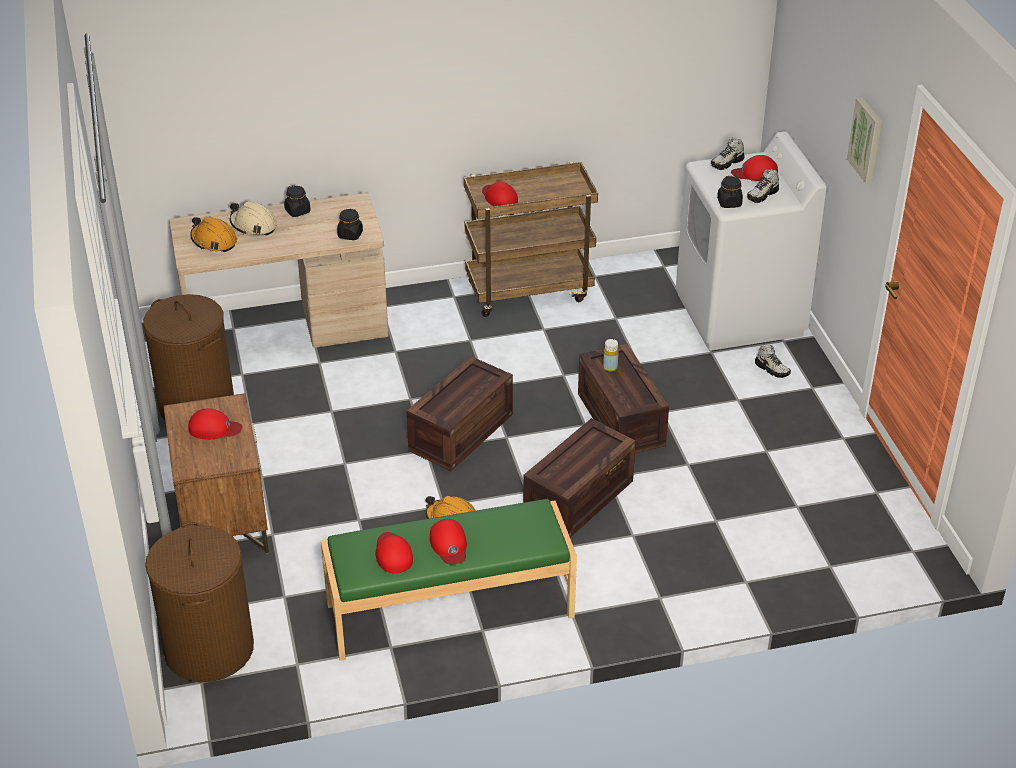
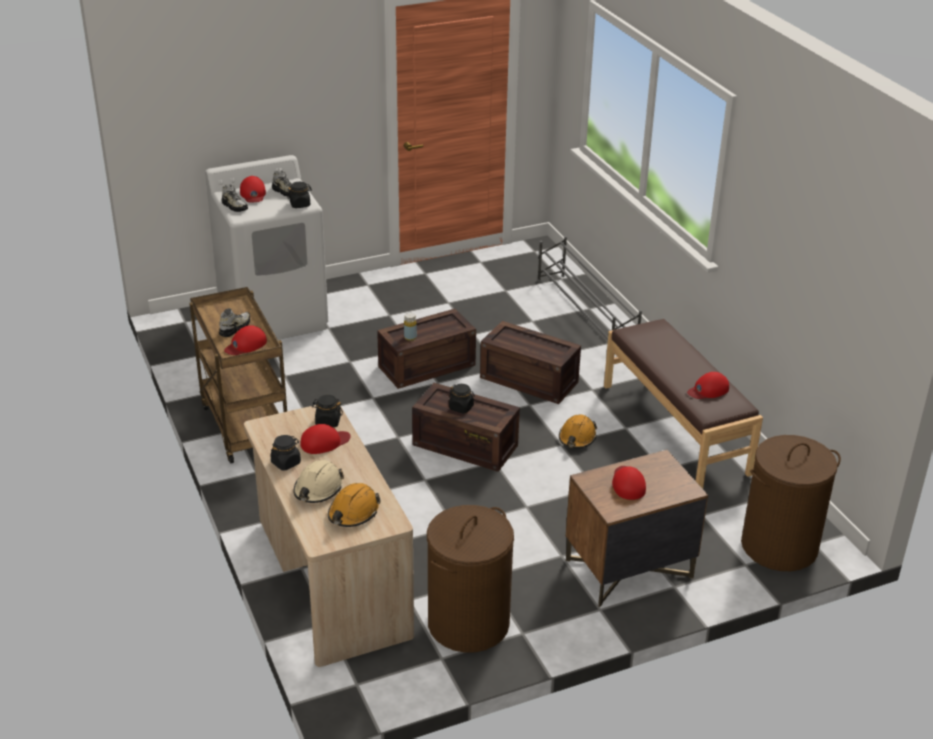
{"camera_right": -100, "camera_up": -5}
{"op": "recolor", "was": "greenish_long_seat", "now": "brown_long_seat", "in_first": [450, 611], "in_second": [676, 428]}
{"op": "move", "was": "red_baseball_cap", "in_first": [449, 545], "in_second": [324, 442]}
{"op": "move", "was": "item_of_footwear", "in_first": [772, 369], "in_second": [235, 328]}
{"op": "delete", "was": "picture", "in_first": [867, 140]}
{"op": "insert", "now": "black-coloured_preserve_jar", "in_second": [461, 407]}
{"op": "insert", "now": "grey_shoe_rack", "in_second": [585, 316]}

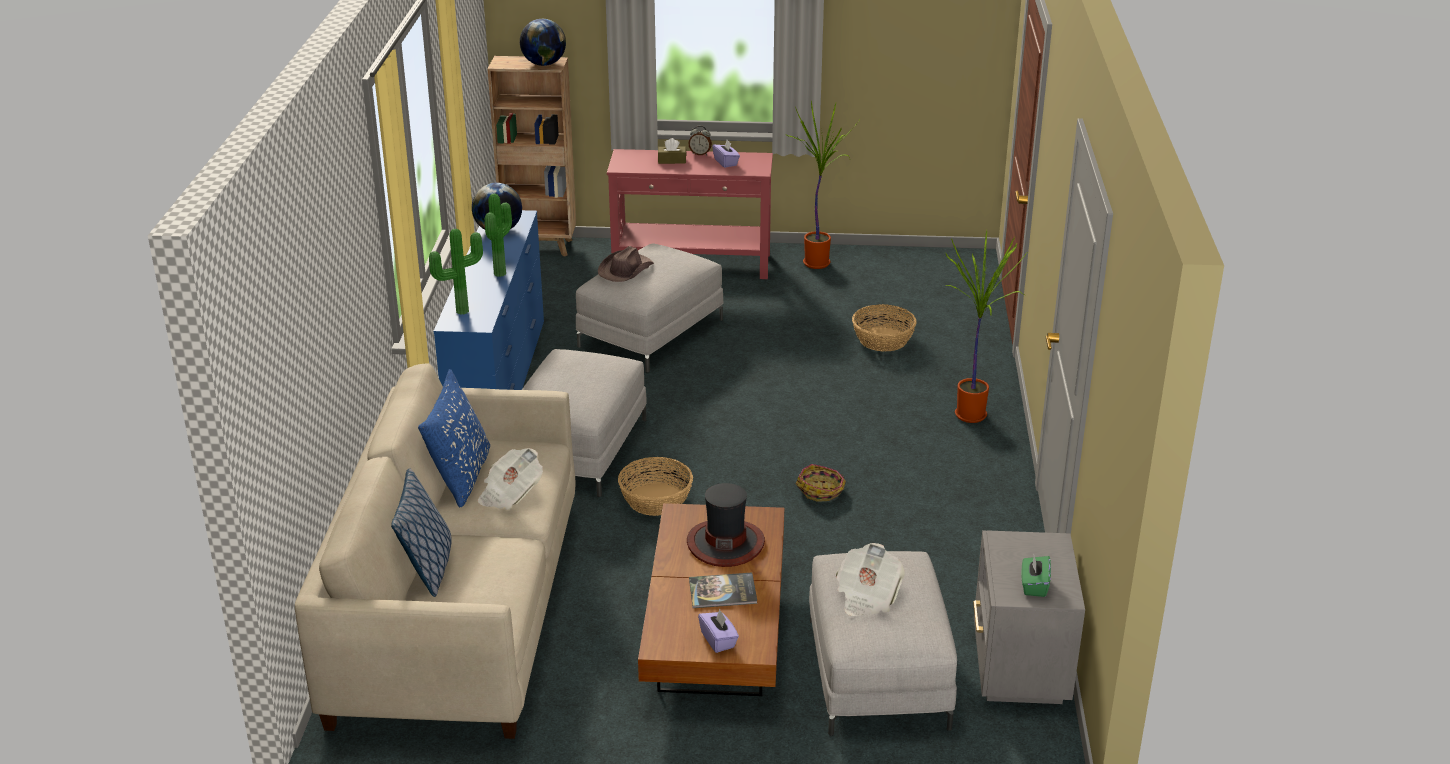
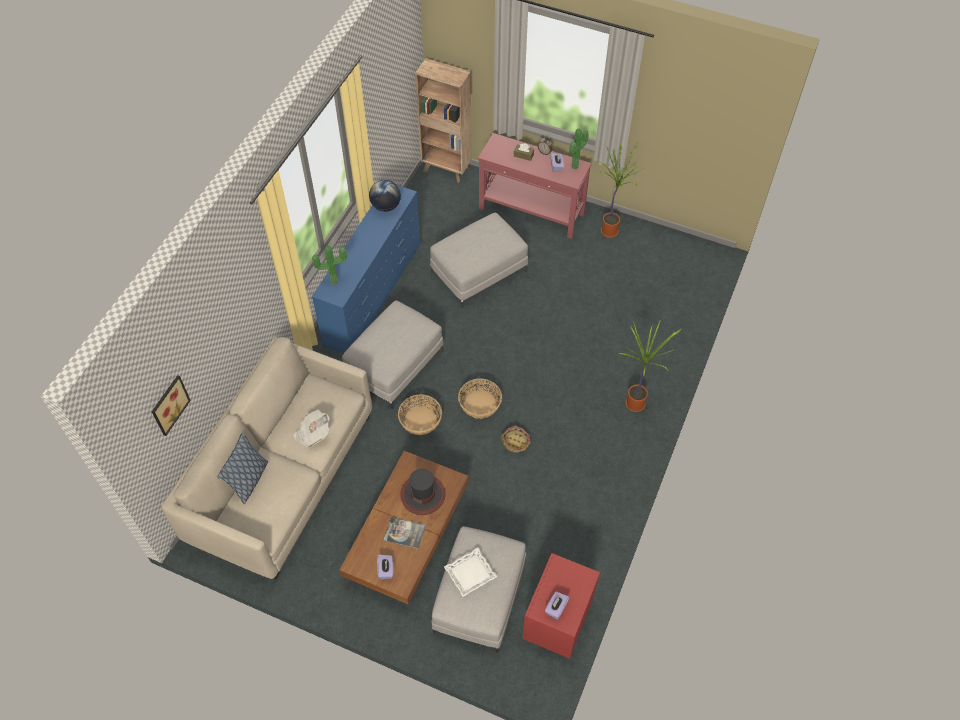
{"camera_right": 20, "camera_up": 25}
{"op": "delete", "was": "blue_throw_pillow", "in_first": [460, 476]}
{"op": "move", "was": "plant_in_a_pot", "in_first": [502, 274], "in_second": [576, 167]}
{"op": "delete", "was": "world_globe", "in_first": [543, 64]}
{"op": "delete", "was": "brown_wearable_hat", "in_first": [625, 270]}
{"op": "replace", "was": "newspaper", "now": "white_tray", "in_first": [867, 596], "in_second": [470, 574]}
{"op": "move", "was": "storage_basket", "in_first": [883, 340], "in_second": [479, 405]}
{"op": "recolor", "was": "grey_bedside_table", "now": "red_bedside_table", "in_first": [1018, 669], "in_second": [556, 620]}
{"op": "recolor", "was": "greenish_tissue_box", "now": "purple_tissue_box", "in_first": [1034, 586], "in_second": [556, 608]}
{"op": "insert", "now": "picture", "in_second": [168, 404]}

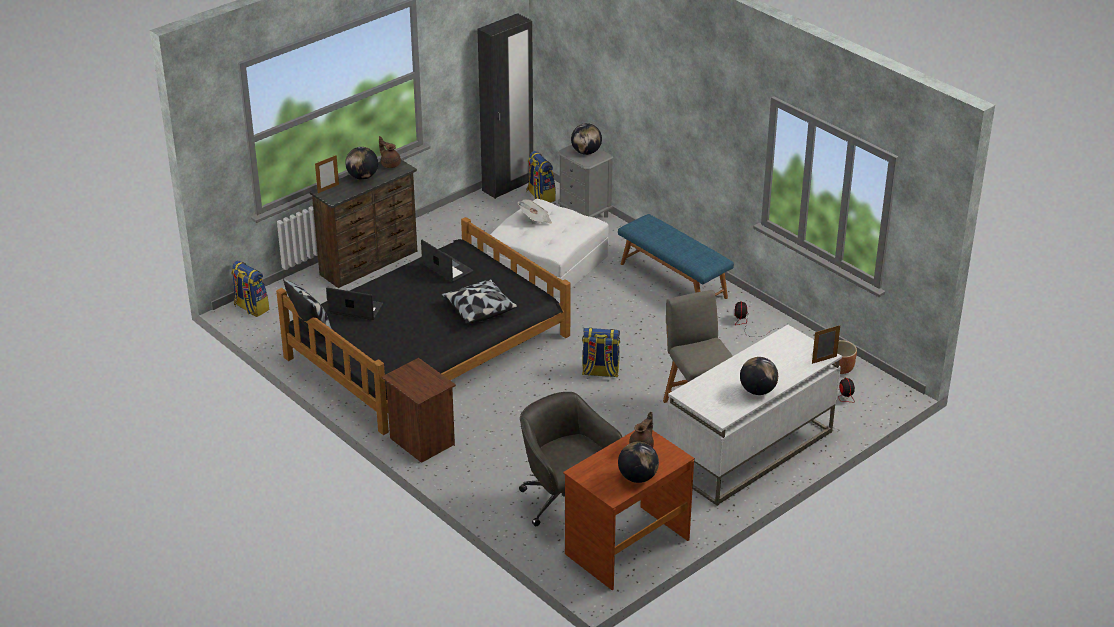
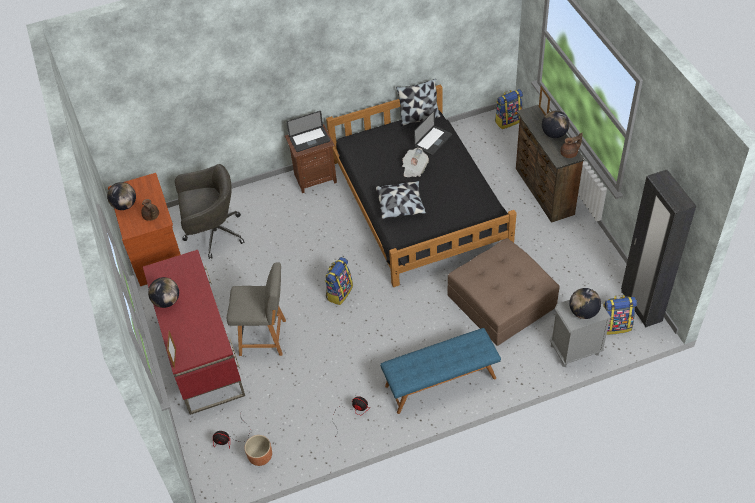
{"camera_right": 115, "camera_up": 15}
{"op": "move", "was": "notebook_computer", "in_first": [447, 268], "in_second": [309, 140]}
{"op": "recolor", "was": "white_footrest", "now": "brown_footrest", "in_first": [548, 263], "in_second": [501, 301]}
{"op": "move", "was": "newspaper", "in_first": [535, 219], "in_second": [414, 168]}
{"op": "recolor", "was": "white_desk_table", "now": "red_desk_table", "in_first": [749, 451], "in_second": [201, 352]}

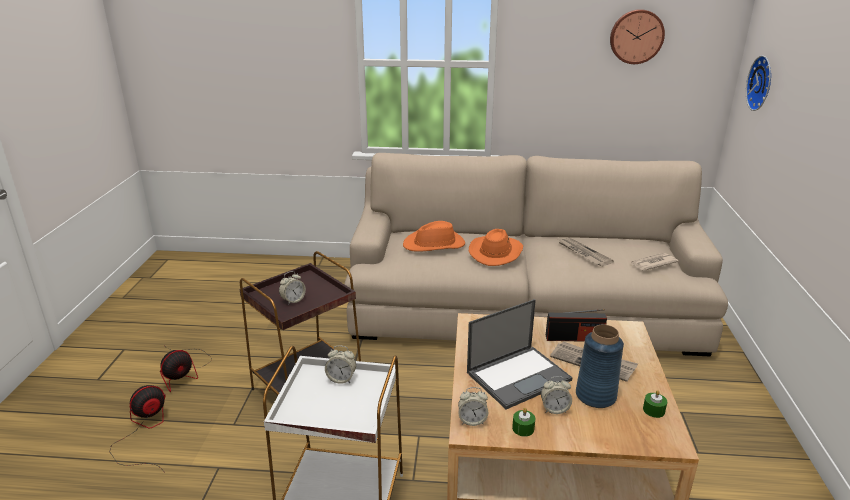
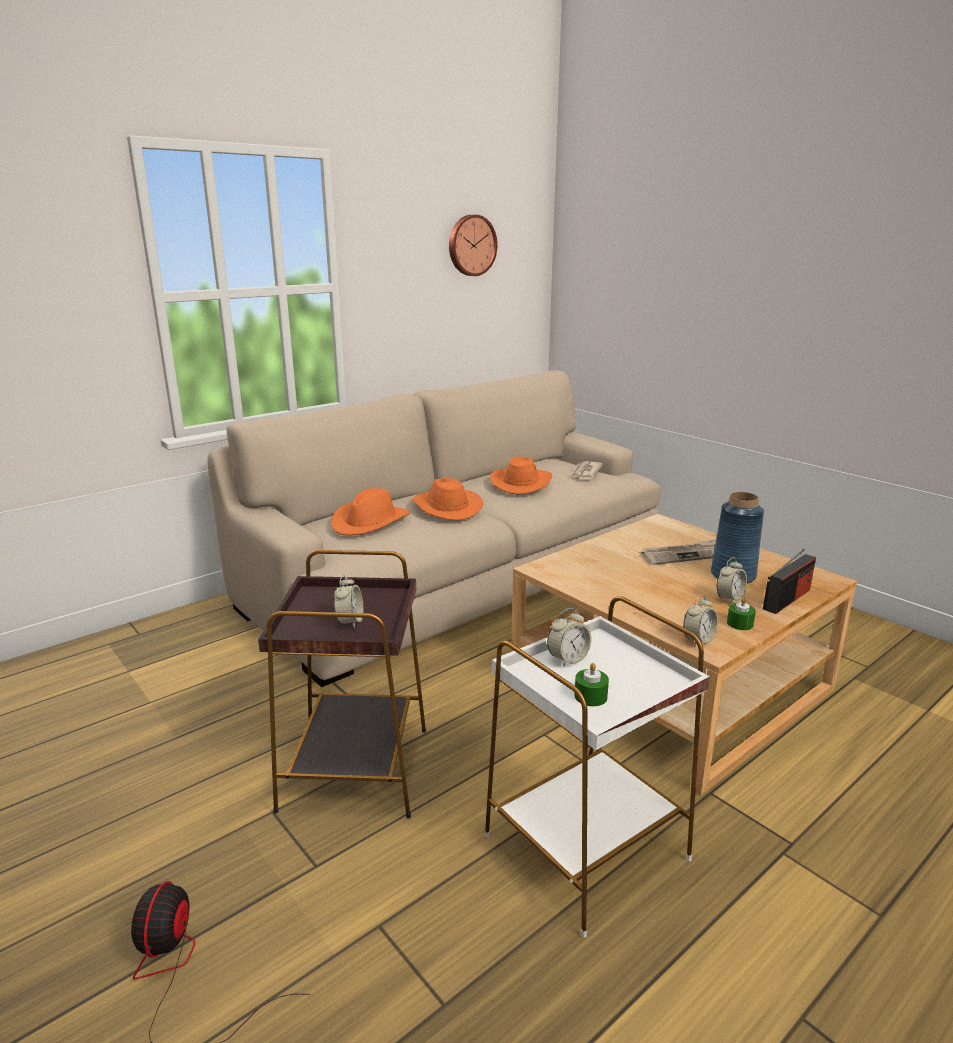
{"camera_right": -45, "camera_up": -5}
{"op": "delete", "was": "cooling_fan", "in_first": [184, 372]}
{"op": "delete", "was": "notebook_computer", "in_first": [519, 376]}
{"op": "move", "was": "radio_receiver", "in_first": [574, 338], "in_second": [787, 599]}
{"op": "replace", "was": "newspaper", "now": "orange-coloured_wearable_hat", "in_first": [583, 253], "in_second": [521, 483]}
{"op": "move", "was": "greenish_wax_light", "in_first": [653, 410], "in_second": [590, 696]}
{"op": "delete", "was": "wall_clock", "in_first": [762, 83]}

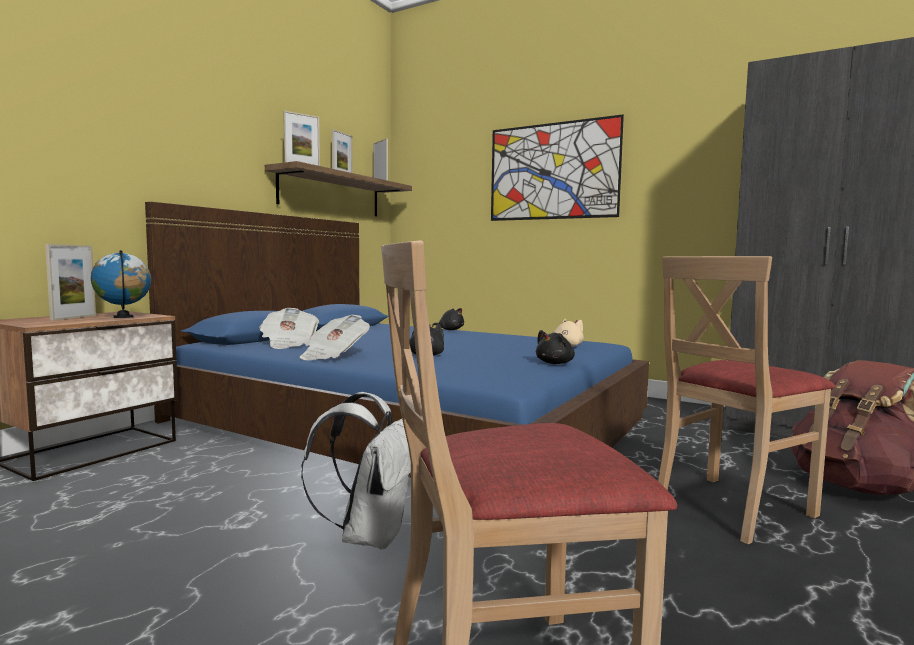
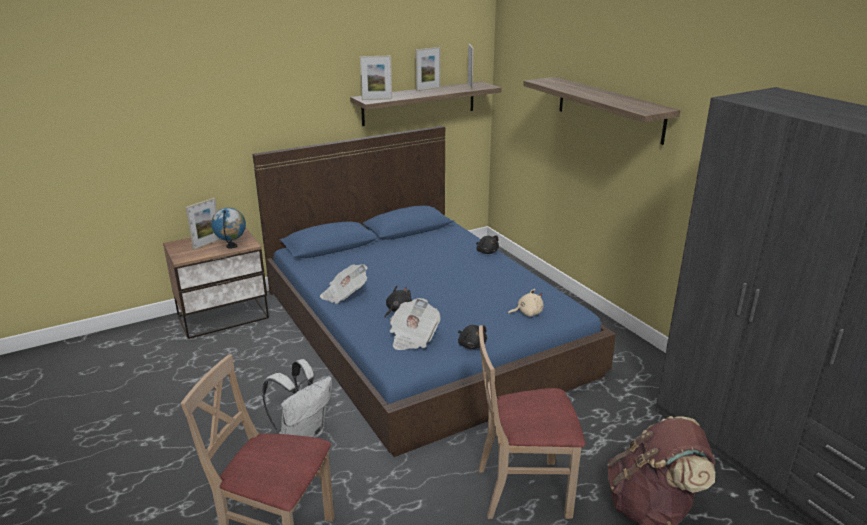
{"camera_right": 30, "camera_up": 20}
{"op": "move", "was": "newspaper", "in_first": [288, 344], "in_second": [413, 337]}
{"op": "replace", "was": "picture", "now": "wall_shelf", "in_first": [552, 171], "in_second": [609, 109]}
{"op": "rotate", "was": "black-coloured_soft_toy", "in_first": [556, 363], "in_second": [471, 345], "clockwise": -105}

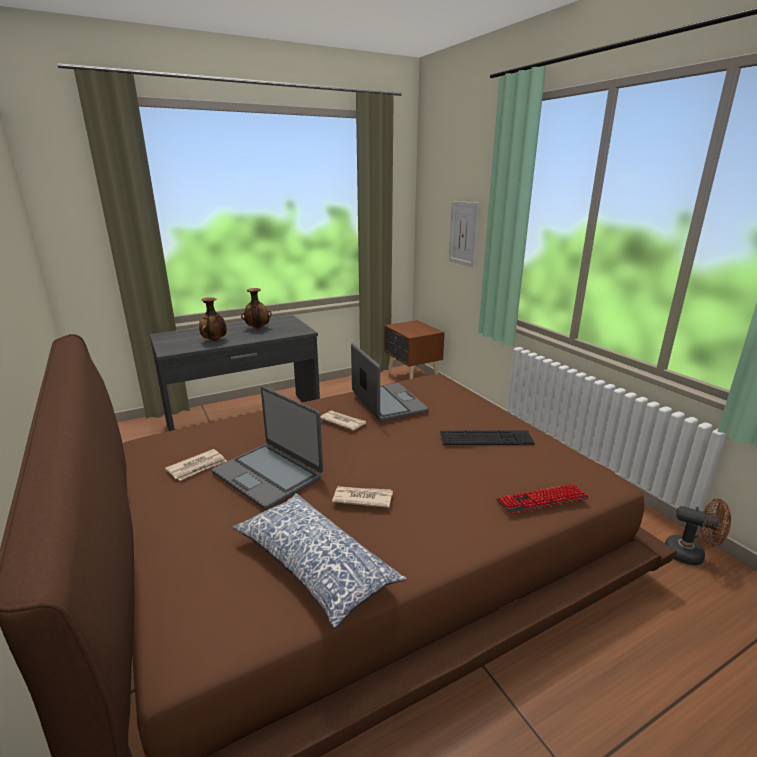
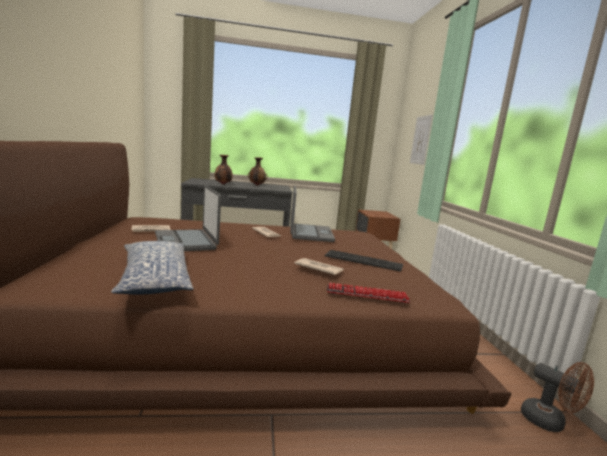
{"camera_right": 20, "camera_up": -10}
{"op": "move", "was": "newspaper", "in_first": [362, 498], "in_second": [318, 268]}

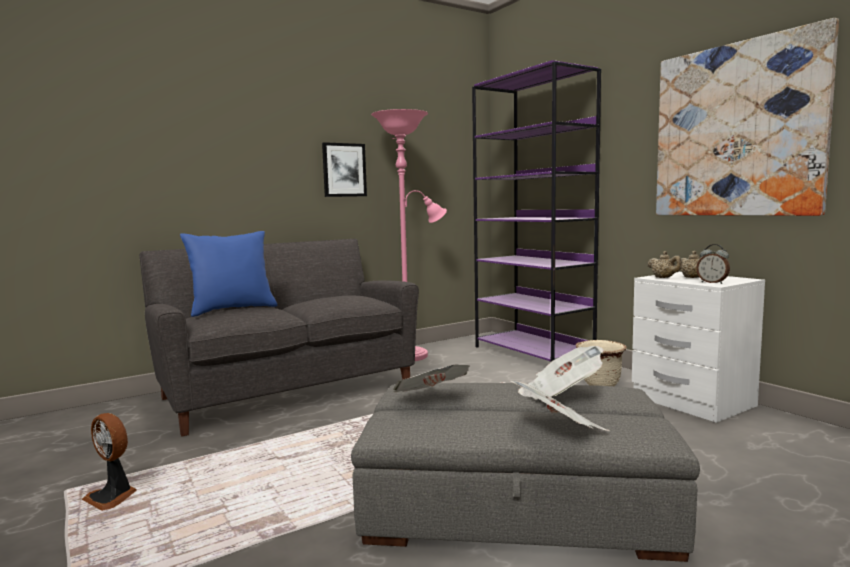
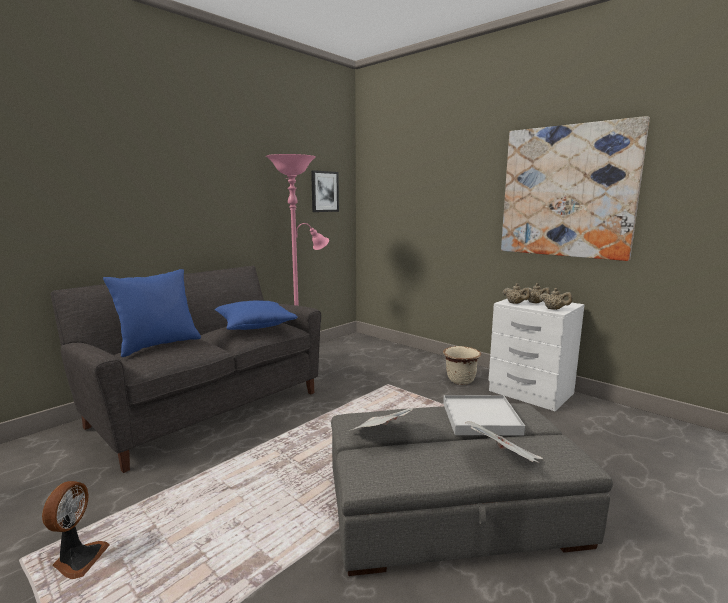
{"camera_right": -15, "camera_up": 5}
{"op": "rotate", "was": "cooling_fan", "in_first": [112, 497], "in_second": [78, 560], "clockwise": -105}
{"op": "move", "was": "picture", "in_first": [344, 170], "in_second": [324, 191]}
{"op": "delete", "was": "purple_bookcase", "in_first": [533, 353]}
{"op": "replace", "was": "newspaper", "now": "white_tray", "in_first": [560, 394], "in_second": [480, 418]}
{"op": "replace", "was": "alarm_clock", "now": "sand-coloured_pot_for_tea", "in_first": [712, 282], "in_second": [554, 309]}
{"op": "insert", "now": "blue_throw_pillow", "in_second": [255, 325]}

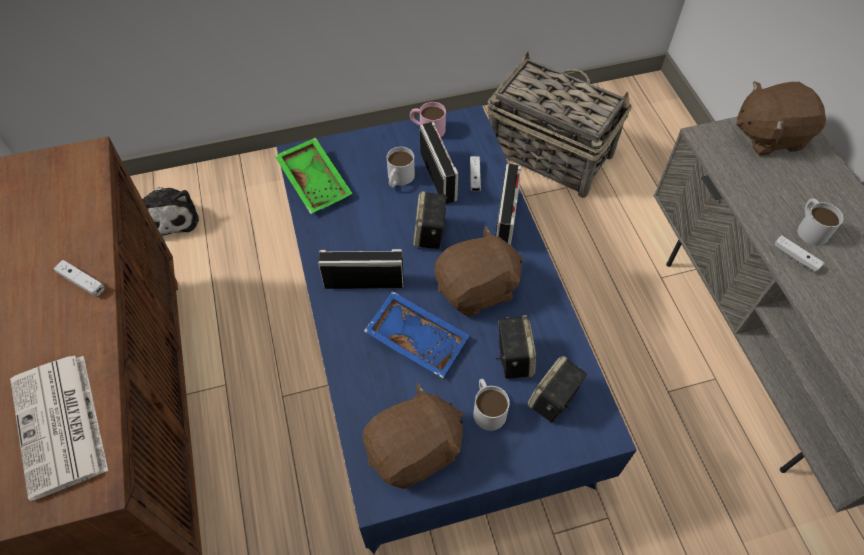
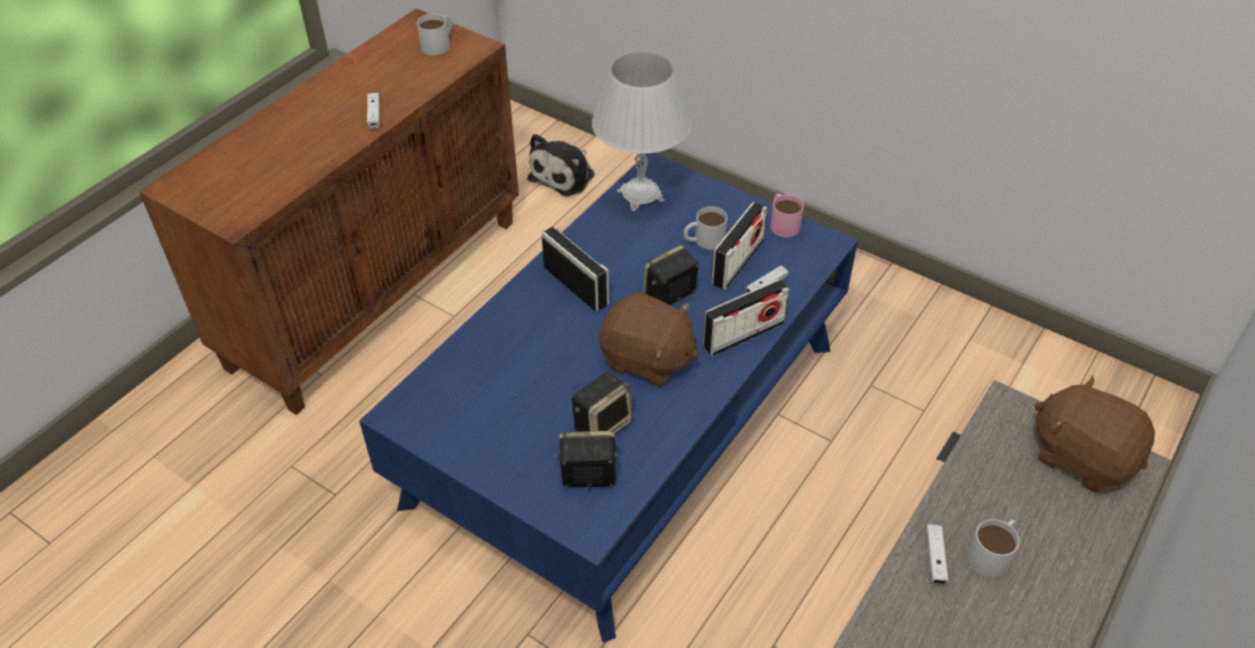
{"camera_right": 50, "camera_up": -10}
{"op": "delete", "was": "newspaper", "in_first": [60, 426]}
{"op": "replace", "was": "greenish_tray", "now": "white_lamp_for_a_table", "in_first": [316, 182], "in_second": [640, 196]}
{"op": "delete", "was": "brown_soft_toy", "in_first": [415, 451]}
{"op": "delete", "was": "blue_tray", "in_first": [418, 338]}
{"op": "move", "was": "white_tea_mug", "in_first": [487, 408], "in_second": [439, 44]}
{"op": "delete", "was": "storage_basket", "in_first": [548, 152]}

